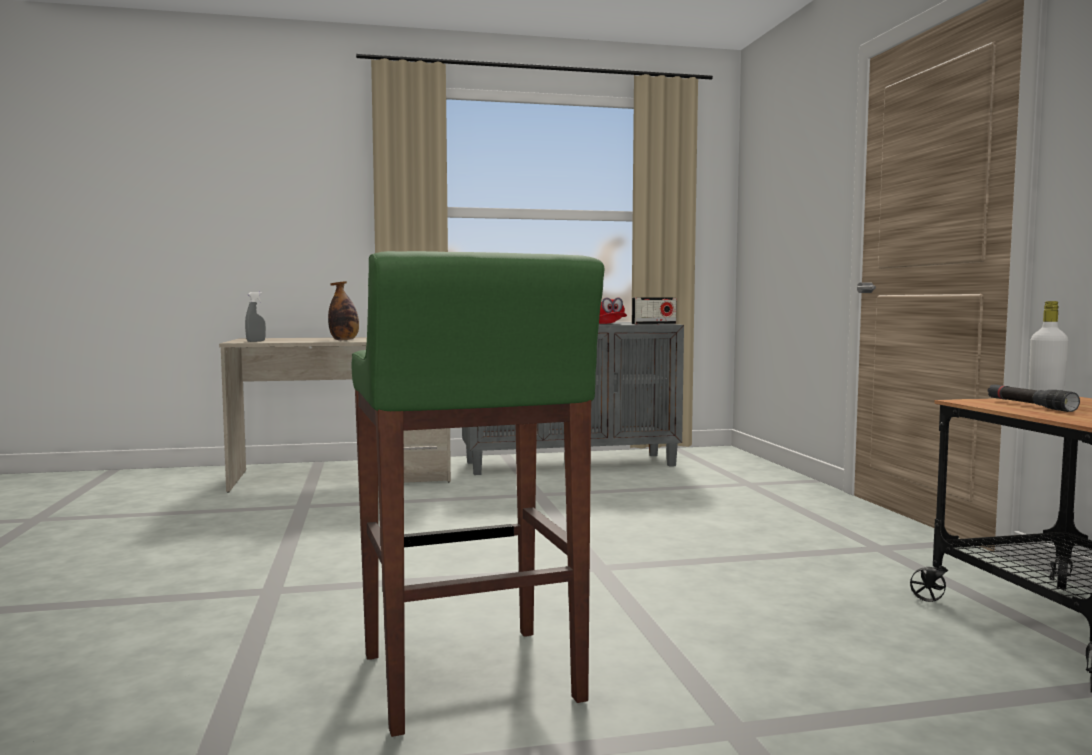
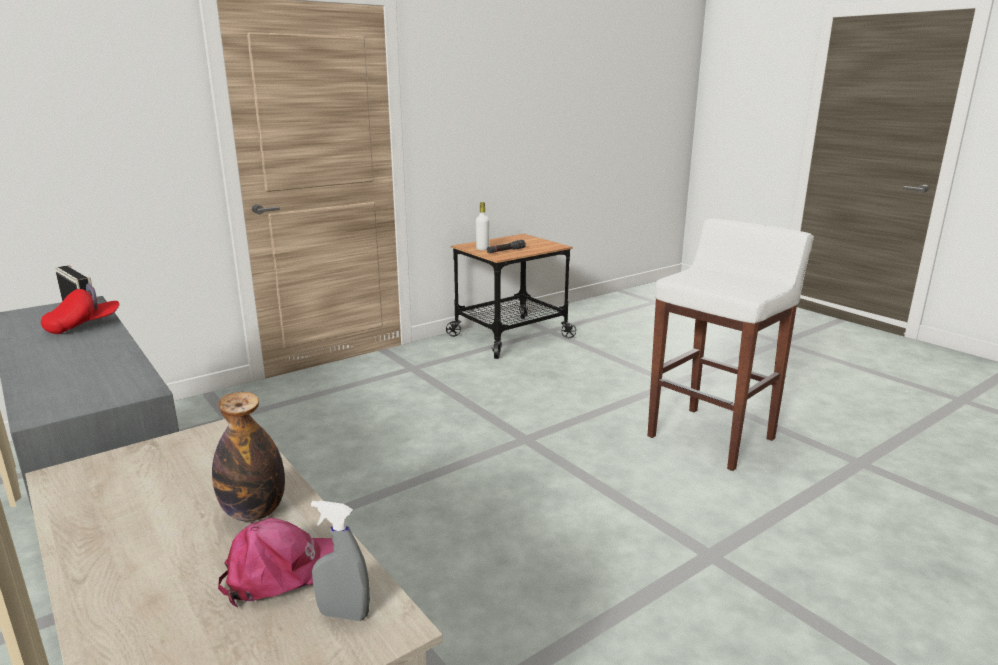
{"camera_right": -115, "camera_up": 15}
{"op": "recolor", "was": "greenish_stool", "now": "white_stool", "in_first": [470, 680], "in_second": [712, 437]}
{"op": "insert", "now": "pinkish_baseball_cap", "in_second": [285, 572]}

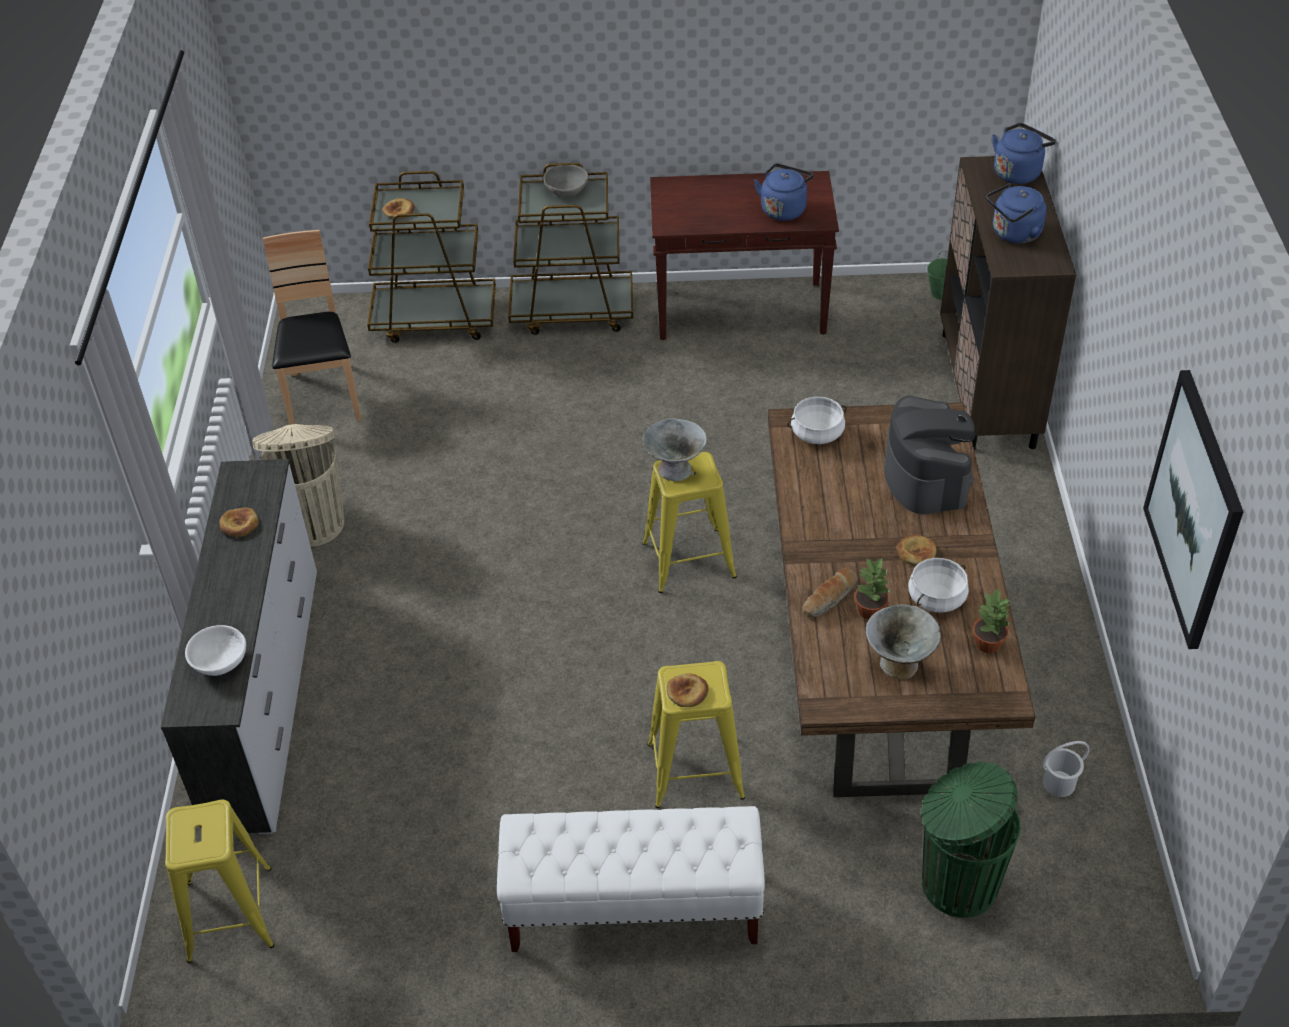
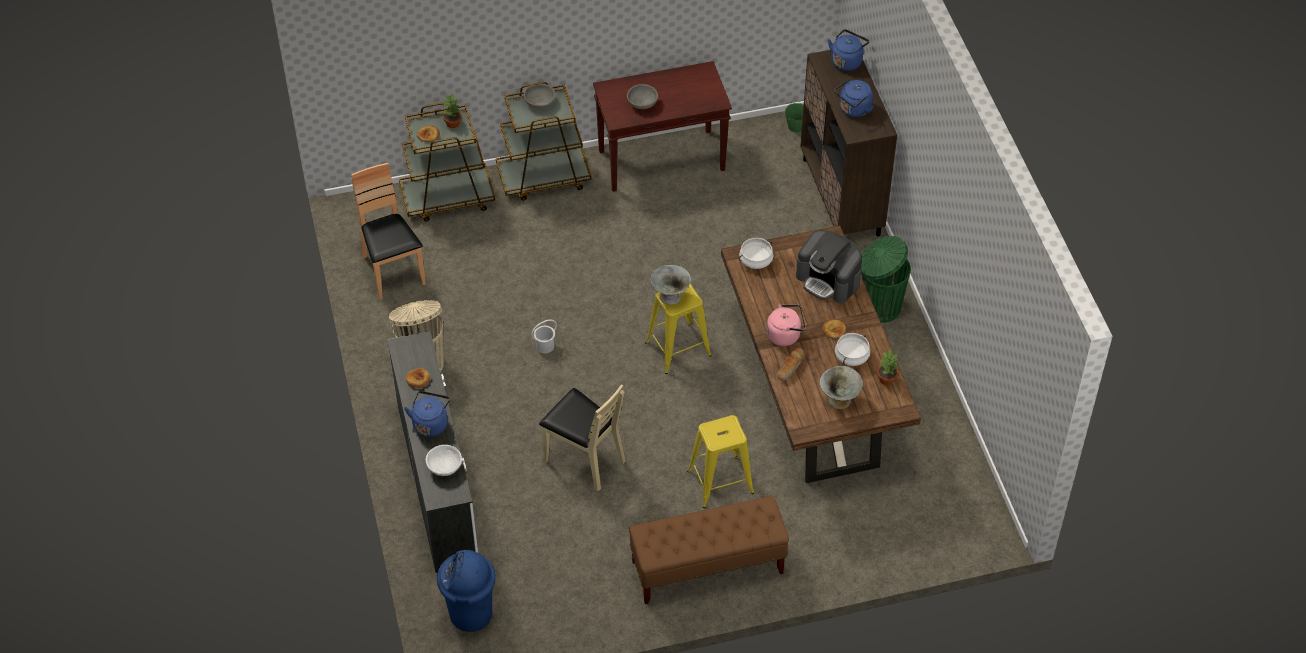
{"camera_right": -15, "camera_up": 5}
{"op": "replace", "was": "yellow-coloured_stool", "now": "blue_rubbish_bin", "in_first": [230, 914], "in_second": [470, 614]}
{"op": "recolor", "was": "white_long_seat", "now": "brown_long_seat", "in_first": [633, 909], "in_second": [707, 568]}
{"op": "delete", "was": "bakery_bread", "in_first": [687, 692]}
{"op": "move", "was": "blue_water_kettle", "in_first": [784, 209], "in_second": [430, 423]}
{"op": "move", "was": "plant_in_a_pot", "in_first": [870, 610], "in_second": [453, 123]}
{"op": "rotate", "was": "coffee_machine", "in_first": [926, 477], "in_second": [828, 280], "clockwise": 150}
{"op": "move", "was": "greenish_rubbish_bin", "in_first": [956, 883], "in_second": [879, 307]}
{"op": "move", "was": "white_pail", "in_first": [1059, 784], "in_second": [545, 346]}
{"op": "delete", "was": "picture", "in_first": [1194, 509]}
{"op": "insert", "now": "sand-coloured_upright_chair", "in_second": [584, 459]}
{"op": "insert", "now": "grey_bowl", "in_second": [642, 103]}
{"op": "insert", "now": "pinkish_water_kettle", "in_second": [785, 335]}

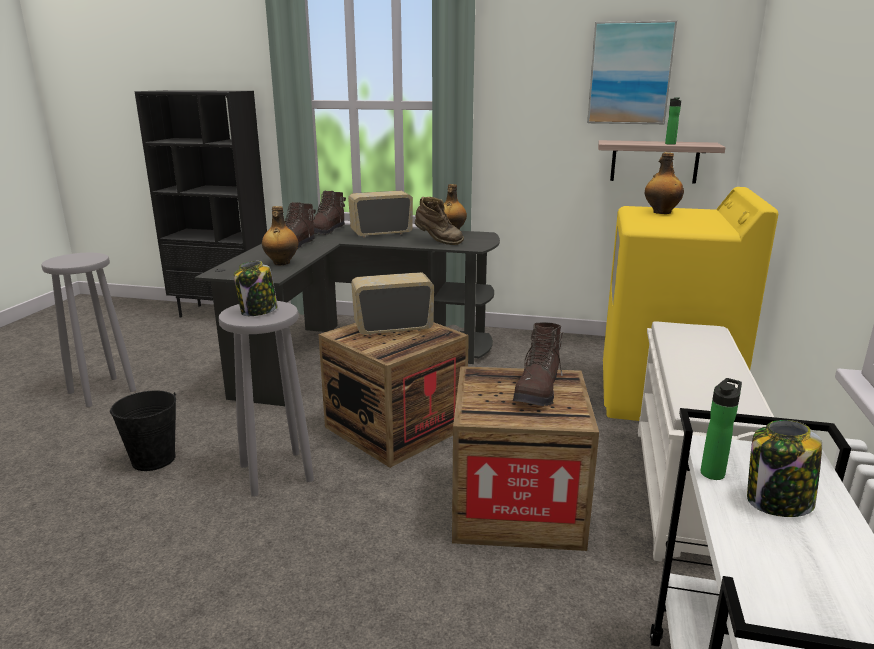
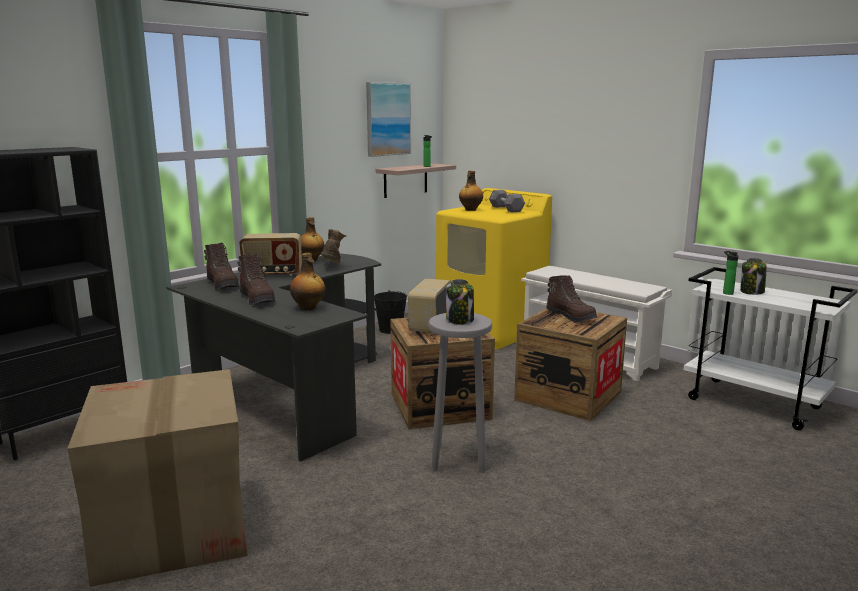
{"camera_right": -60, "camera_up": -5}
{"op": "replace", "was": "grey_stool", "now": "cardboard_box", "in_first": [101, 391], "in_second": [173, 529]}
{"op": "move", "was": "black-coloured_pail", "in_first": [153, 459], "in_second": [390, 330]}
{"op": "rotate", "was": "radio_receiver", "in_first": [381, 233], "in_second": [272, 274], "clockwise": -105}
{"op": "rotate", "was": "brown_boot", "in_first": [437, 241], "in_second": [332, 266], "clockwise": -60}
{"op": "insert", "now": "grey_free_weight", "in_second": [506, 209]}

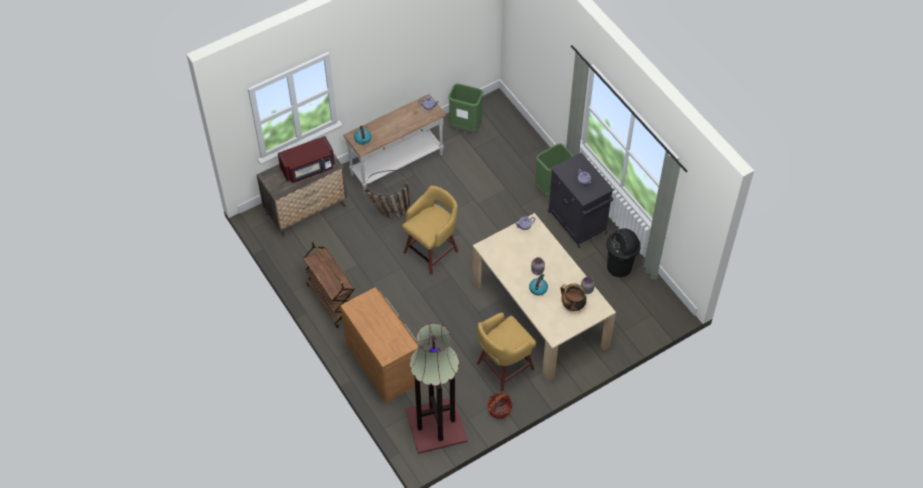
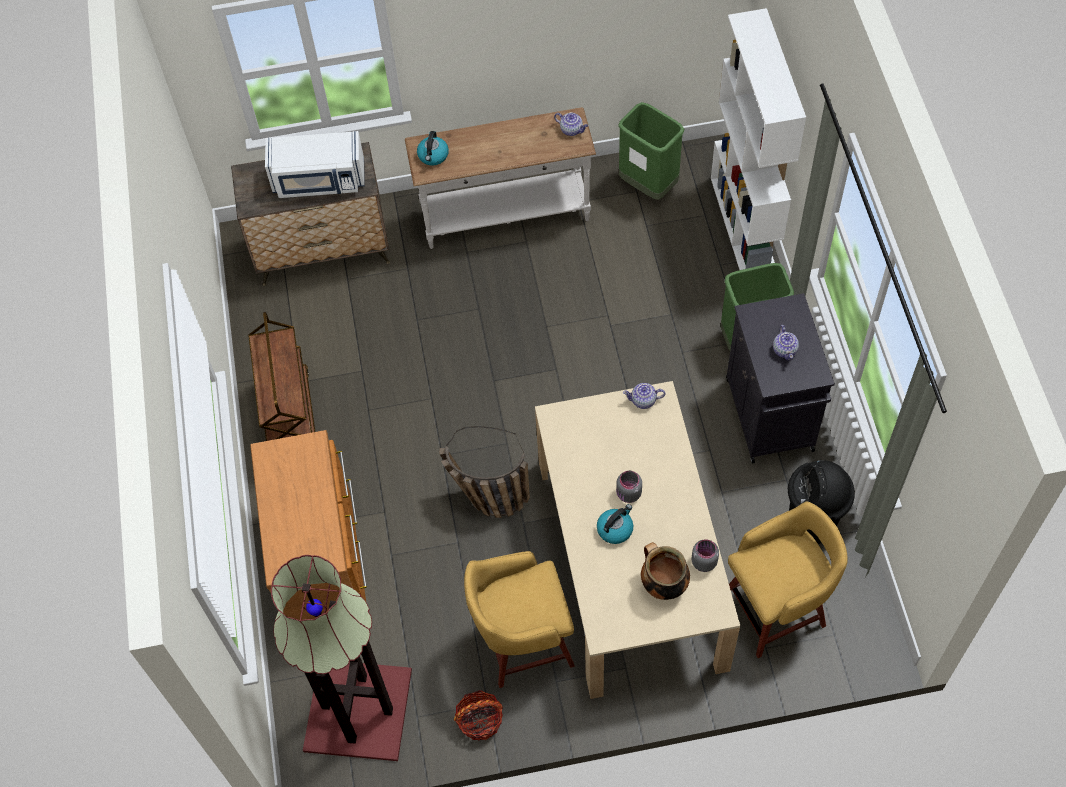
{"camera_right": 25, "camera_up": 5}
{"op": "recolor", "was": "red_microwave", "now": "white_microwave", "in_first": [308, 168], "in_second": [319, 180]}
{"op": "move", "was": "storage_basket", "in_first": [388, 212], "in_second": [486, 498]}
{"op": "move", "was": "yellow-coloured_stool", "in_first": [432, 251], "in_second": [777, 608]}
{"op": "insert", "now": "white_bookcase", "in_second": [744, 225]}

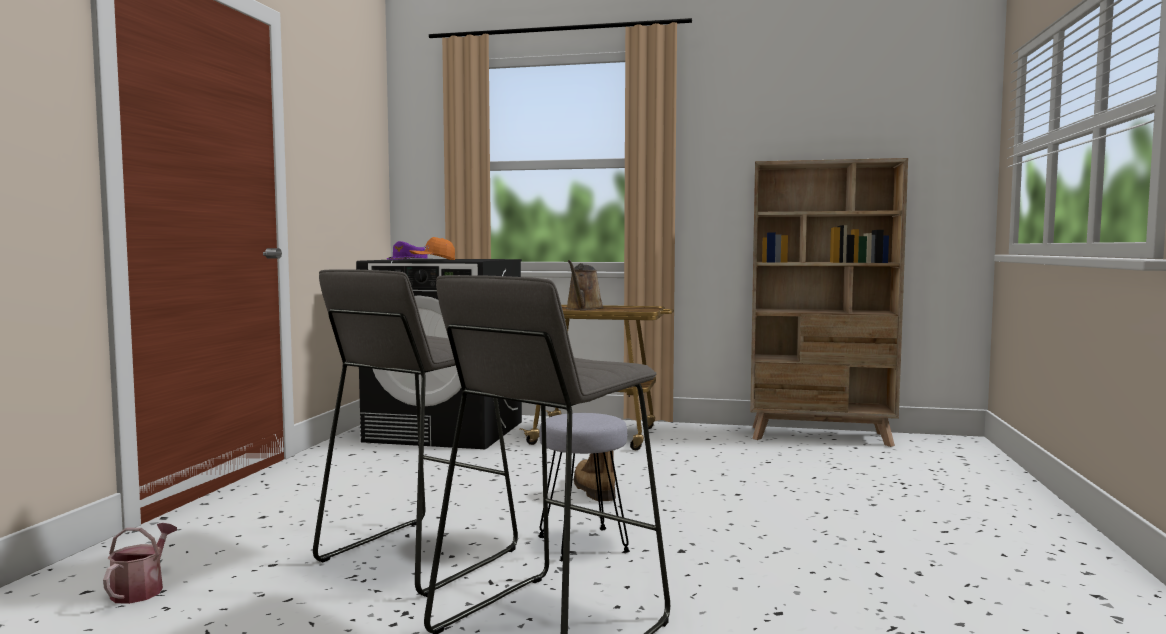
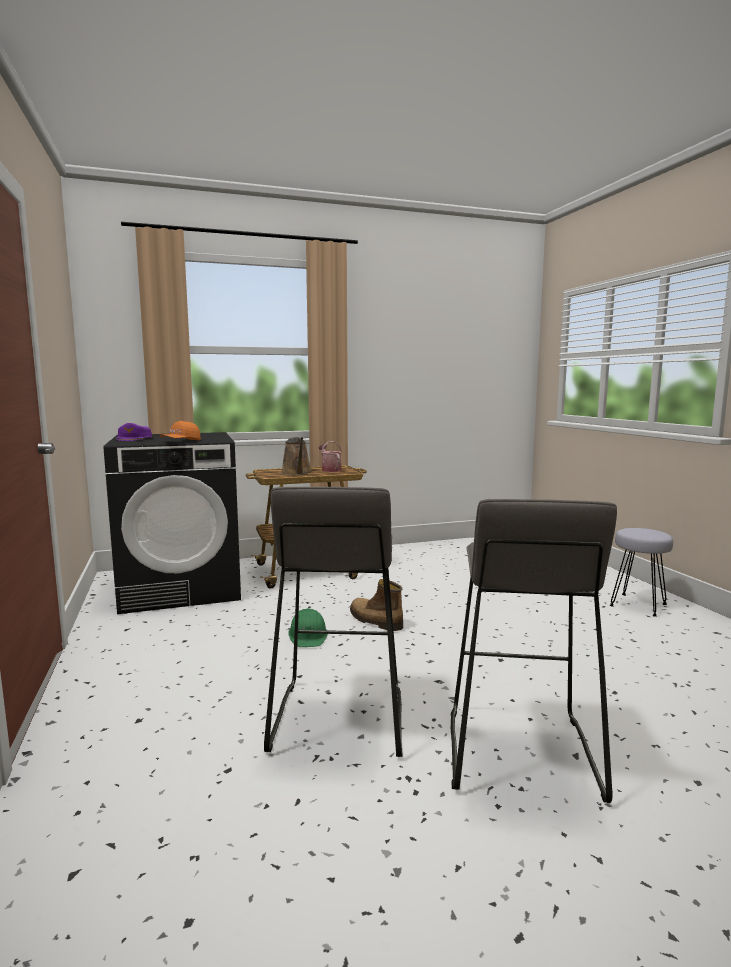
{"camera_right": -30, "camera_up": 5}
{"op": "move", "was": "watering_can", "in_first": [141, 590], "in_second": [330, 469]}
{"op": "move", "was": "grey_stool", "in_first": [583, 544], "in_second": [637, 605]}
{"op": "delete", "was": "sand-coloured_bookcase", "in_first": [821, 436]}
{"op": "insert", "now": "greenish_safety_helmet", "in_second": [308, 635]}

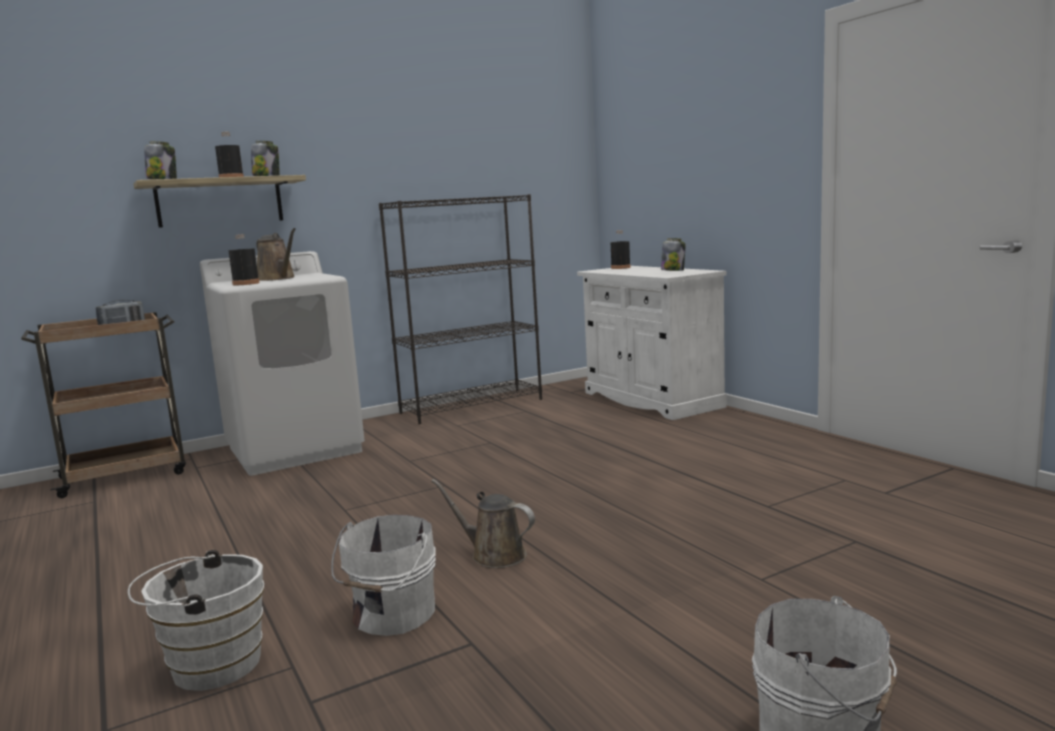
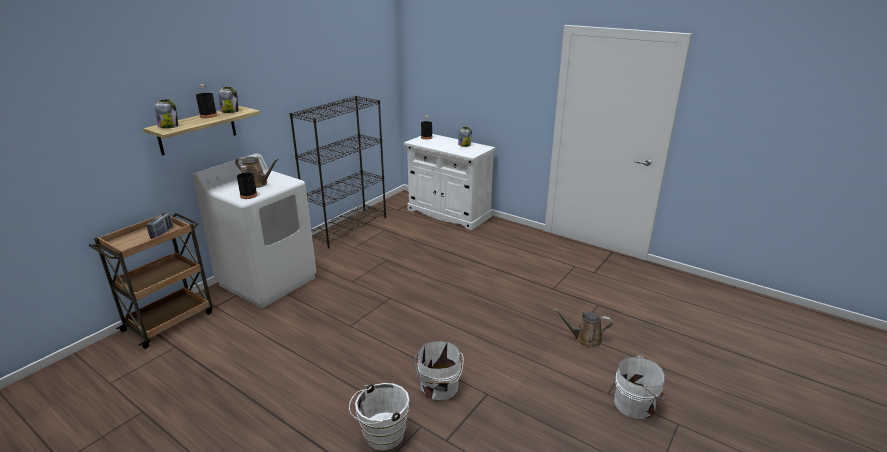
{"camera_right": -25, "camera_up": 15}
{"op": "move", "was": "brown_watering_can", "in_first": [494, 555], "in_second": [585, 339]}

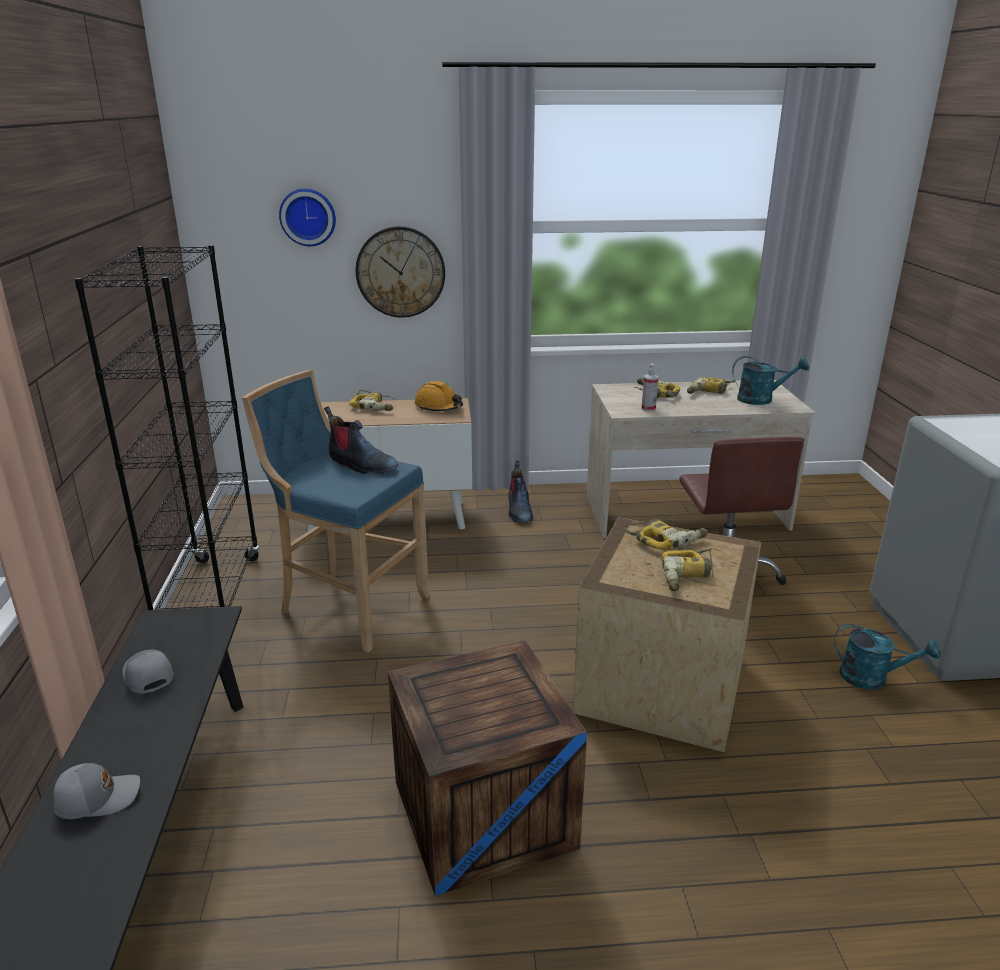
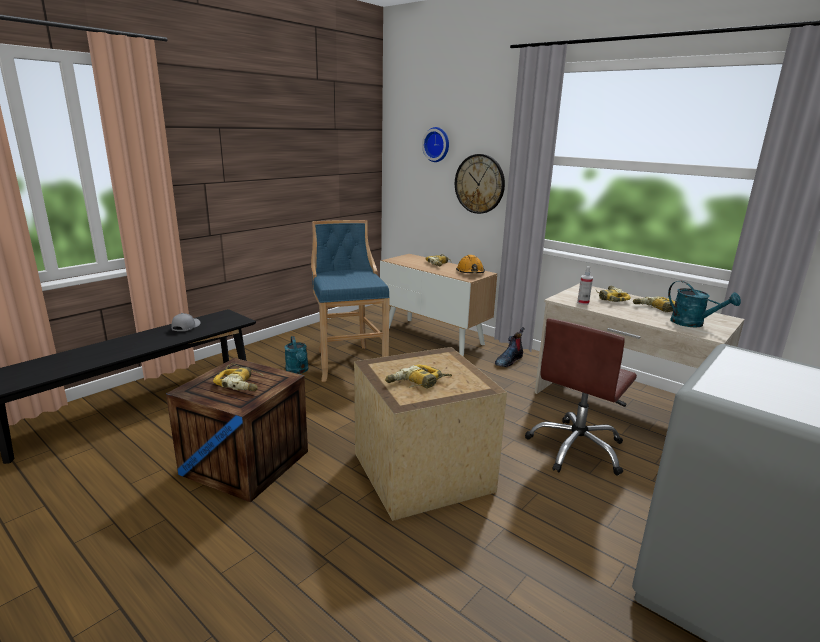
{"camera_right": 45, "camera_up": -5}
{"op": "delete", "was": "grey_baseball_cap", "in_first": [97, 797]}
{"op": "delete", "was": "black-coloured_bookcase", "in_first": [211, 598]}
{"op": "delete", "was": "boot", "in_first": [361, 465]}
{"op": "move", "was": "drill", "in_first": [666, 539], "in_second": [241, 383]}
{"op": "move", "was": "turquoise-coloured_watering_can", "in_first": [872, 678], "in_second": [298, 371]}

